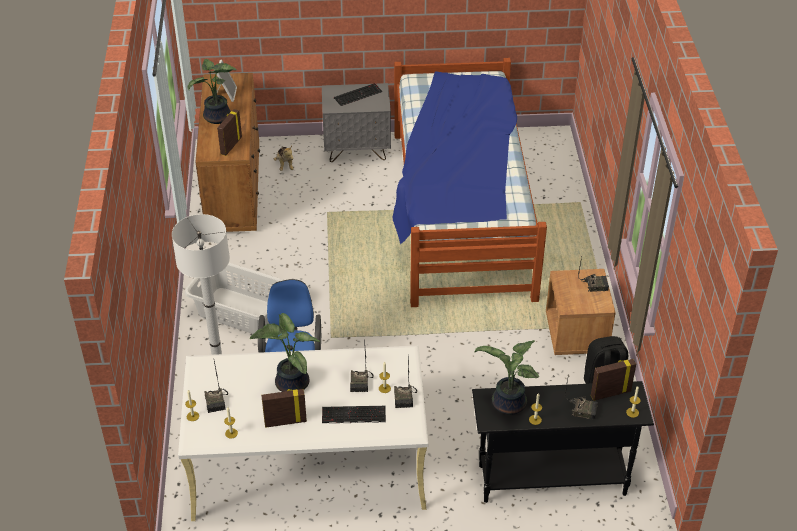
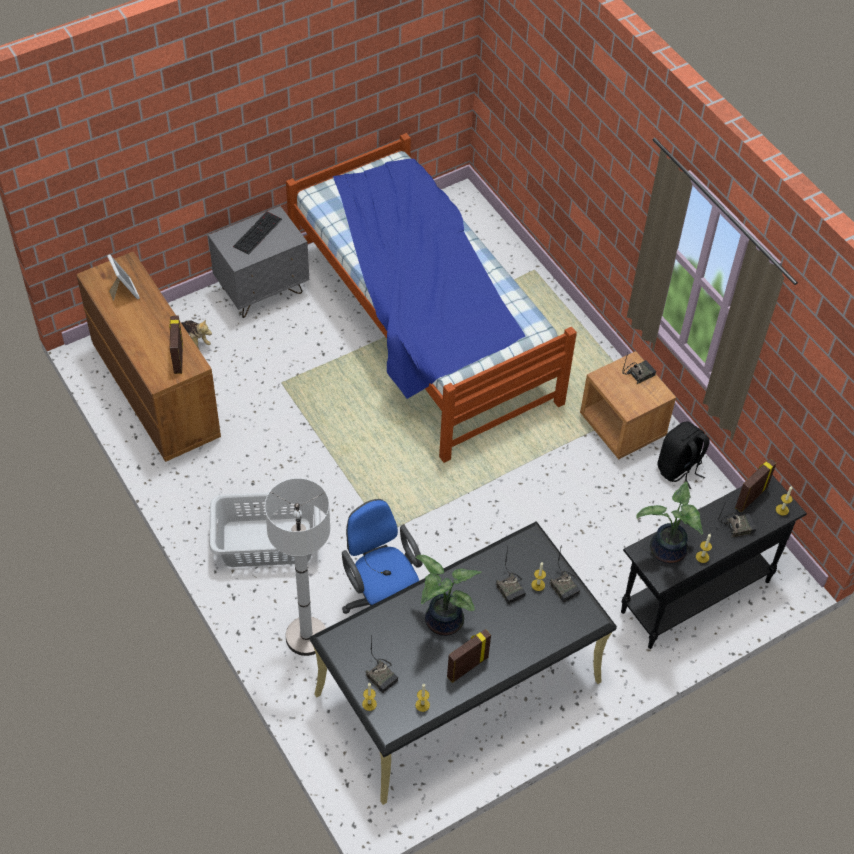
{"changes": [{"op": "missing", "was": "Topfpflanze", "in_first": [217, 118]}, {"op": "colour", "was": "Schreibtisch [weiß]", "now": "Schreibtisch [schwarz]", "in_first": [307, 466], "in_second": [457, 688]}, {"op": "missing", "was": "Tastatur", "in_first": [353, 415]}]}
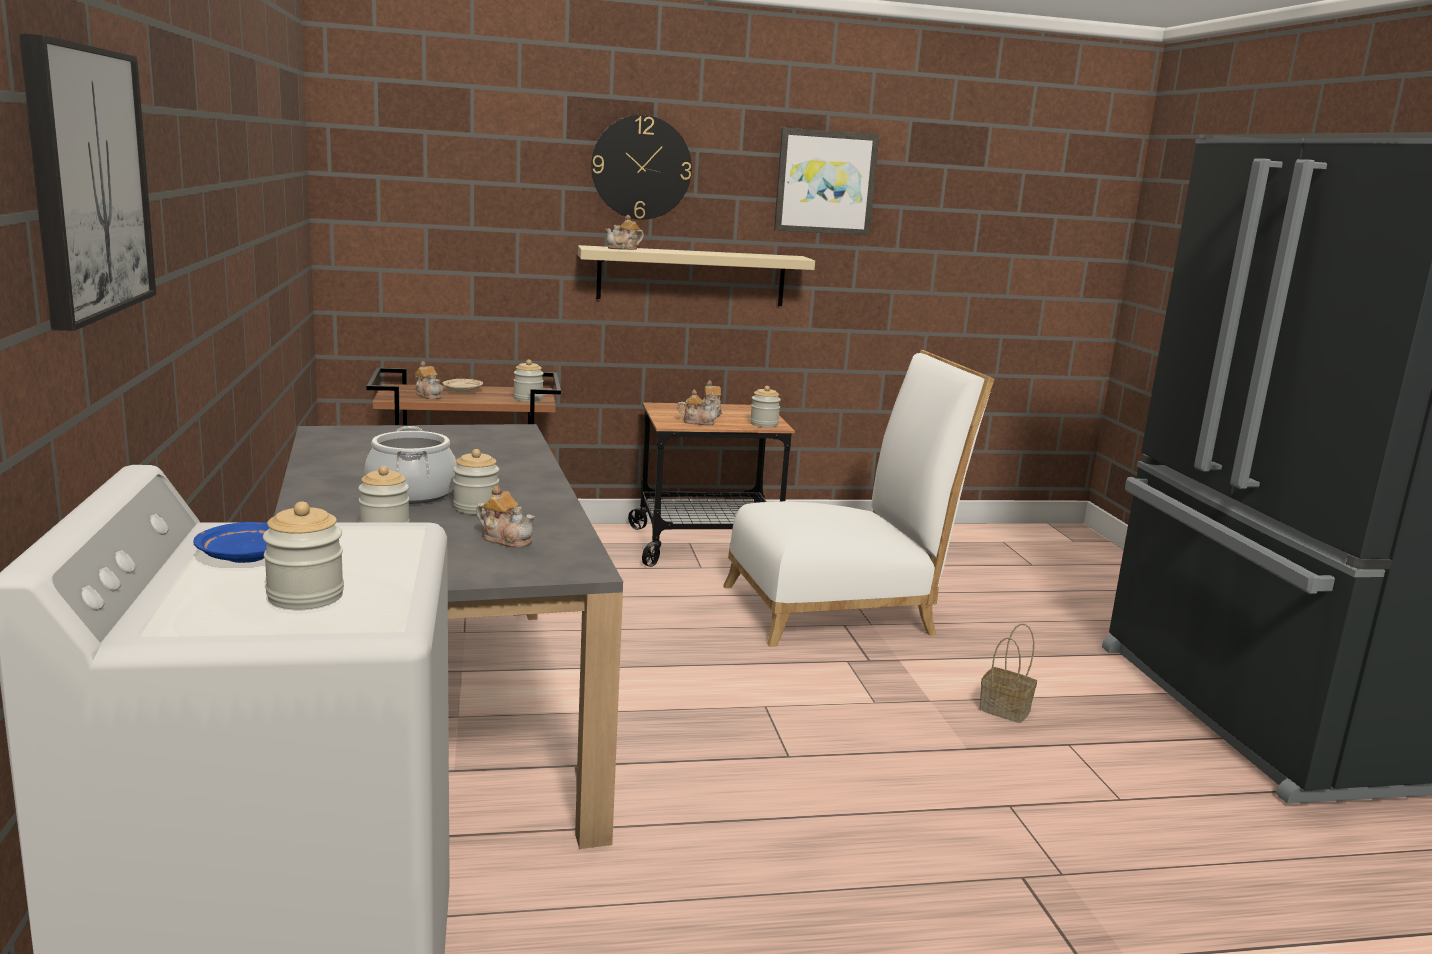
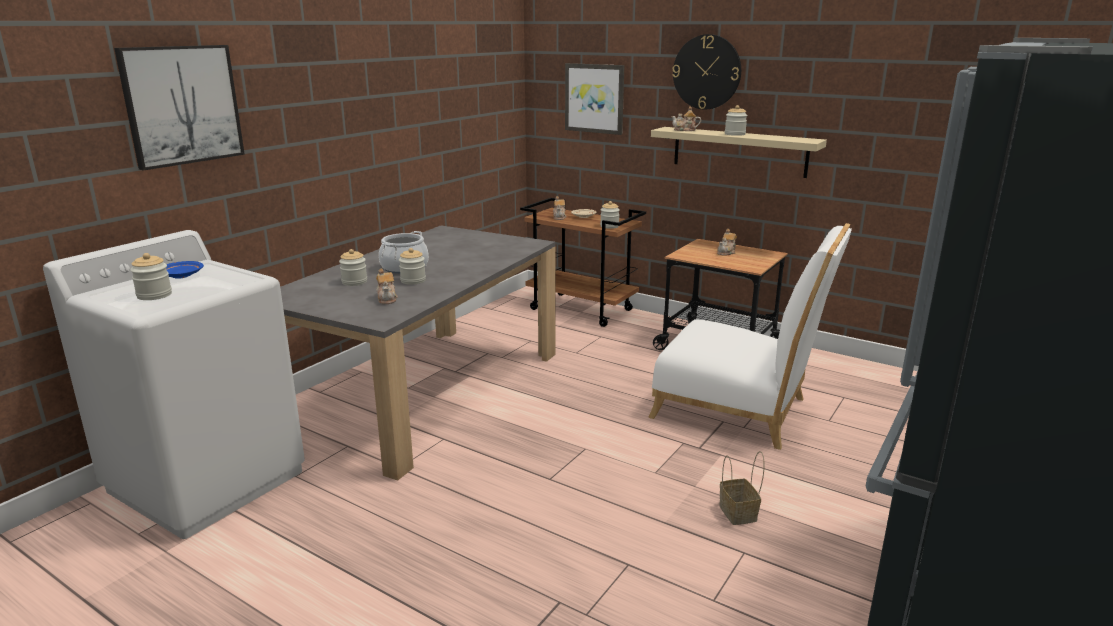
{"changes": [{"op": "relocated", "was": "Bild", "in_first": [825, 182], "in_second": [594, 98]}, {"op": "relocated", "was": "Vorratsglas", "in_first": [764, 424], "in_second": [735, 134]}, {"op": "missing", "was": "Teekanne", "in_first": [698, 422]}]}
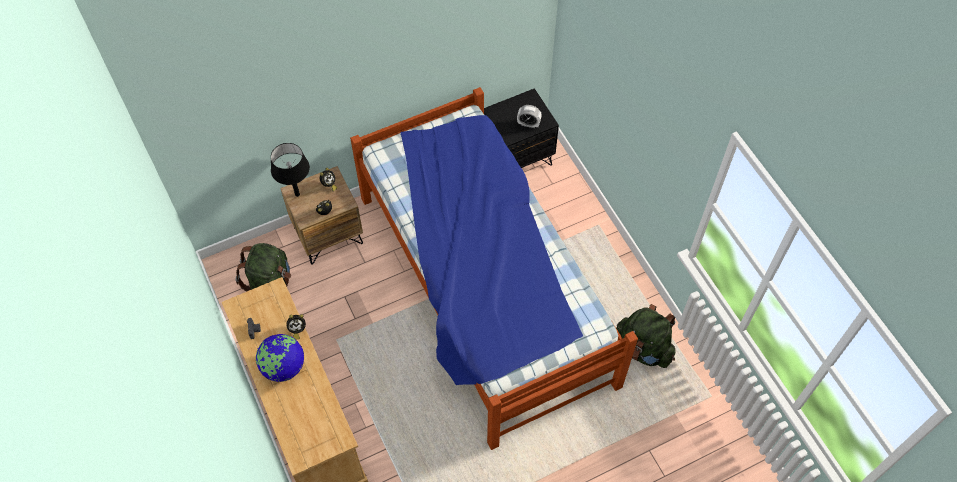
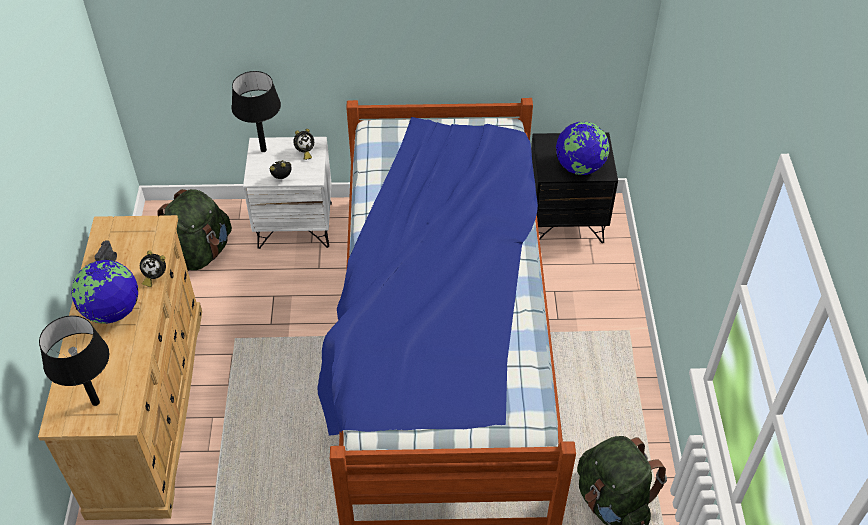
{"changes": [{"op": "exchanged", "was": "Wecker", "now": "Globus", "in_first": [528, 124], "in_second": [580, 167]}, {"op": "colour", "was": "Nachttisch [braun]", "now": "Nachttisch [weiß]", "in_first": [328, 235], "in_second": [295, 225]}, {"op": "appeared", "now": "Tischlampe [schwarz]", "in_second": [95, 402]}]}
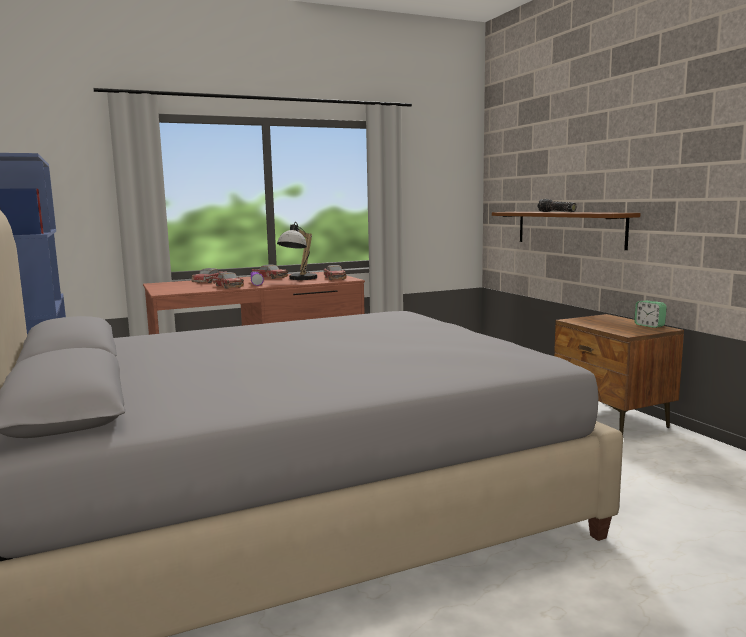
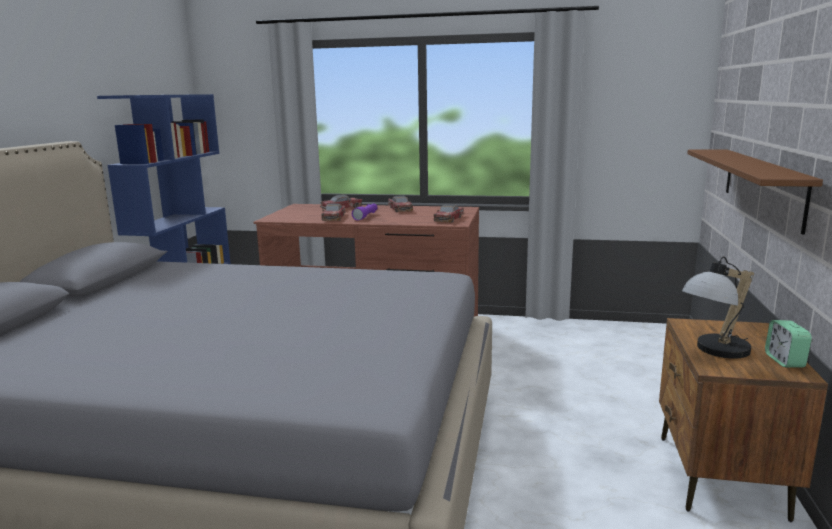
{"changes": [{"op": "missing", "was": "Taschenlampe", "in_first": [556, 212]}, {"op": "relocated", "was": "Tischlampe", "in_first": [299, 279], "in_second": [715, 352]}]}
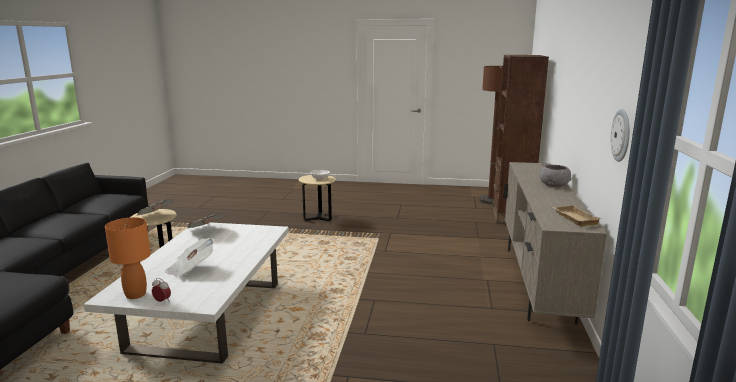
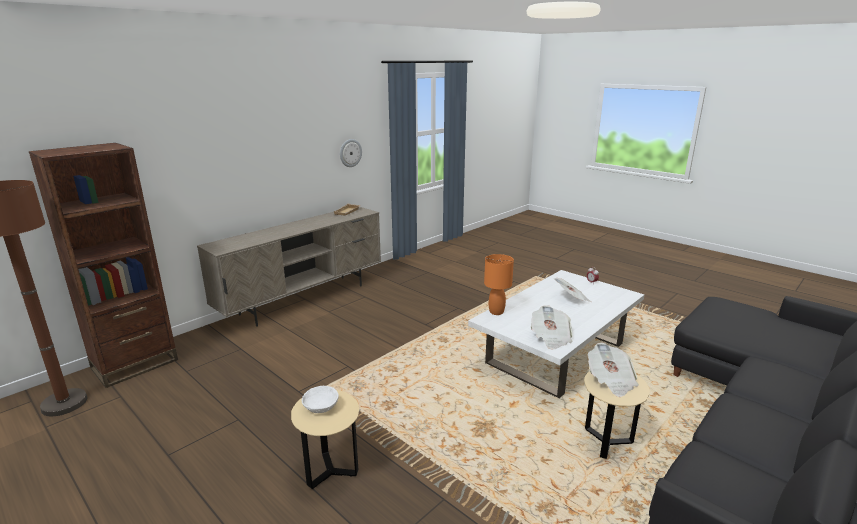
{"changes": [{"op": "missing", "was": "Schüssel [grau]", "in_first": [554, 185]}, {"op": "relocated", "was": "Tischlampe [orange]", "in_first": [136, 294], "in_second": [496, 312]}]}
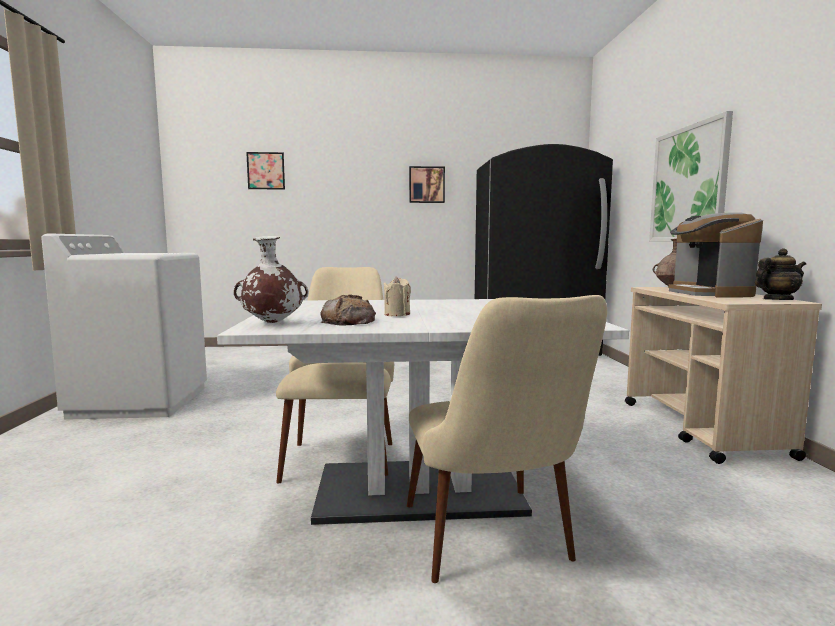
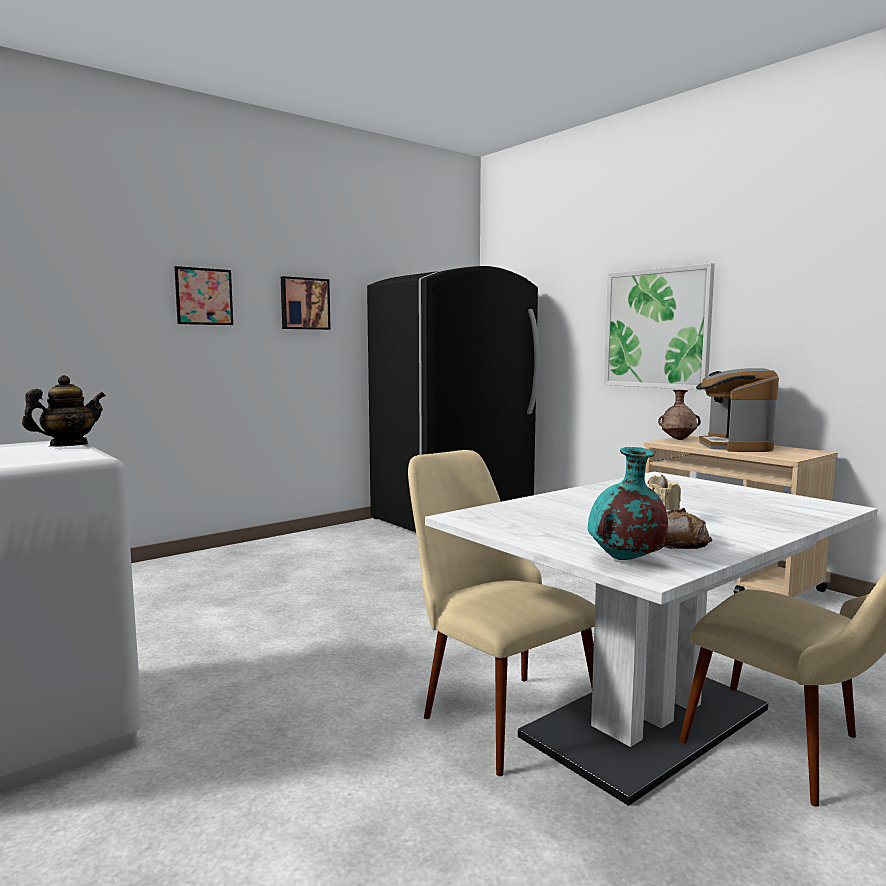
{"changes": [{"op": "relocated", "was": "Bild", "in_first": [266, 171], "in_second": [204, 296]}, {"op": "spun", "was": "Kaffeemaschine", "in_first": [709, 293], "in_second": [734, 446], "clockwise": 45}, {"op": "colour", "was": "Vase [weiß]", "now": "Vase [türkis]", "in_first": [272, 323], "in_second": [625, 560]}, {"op": "relocated", "was": "Teekanne", "in_first": [777, 300], "in_second": [68, 446]}]}
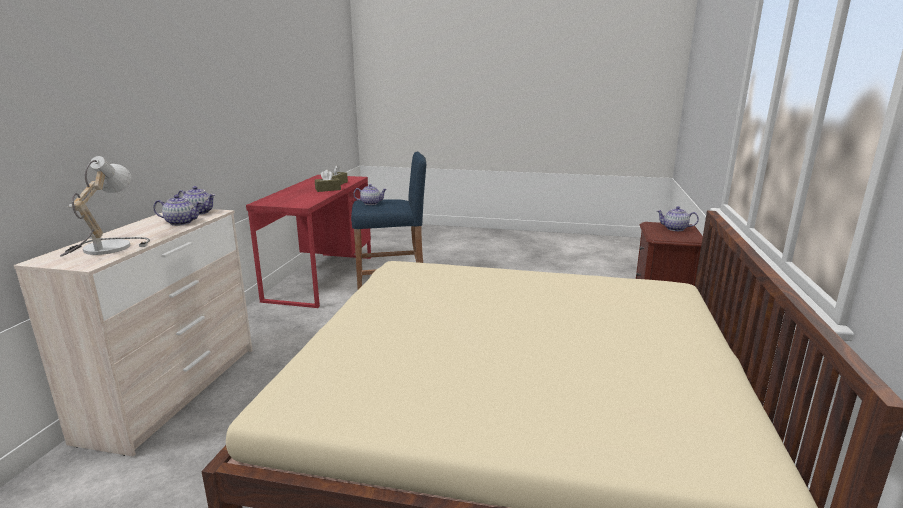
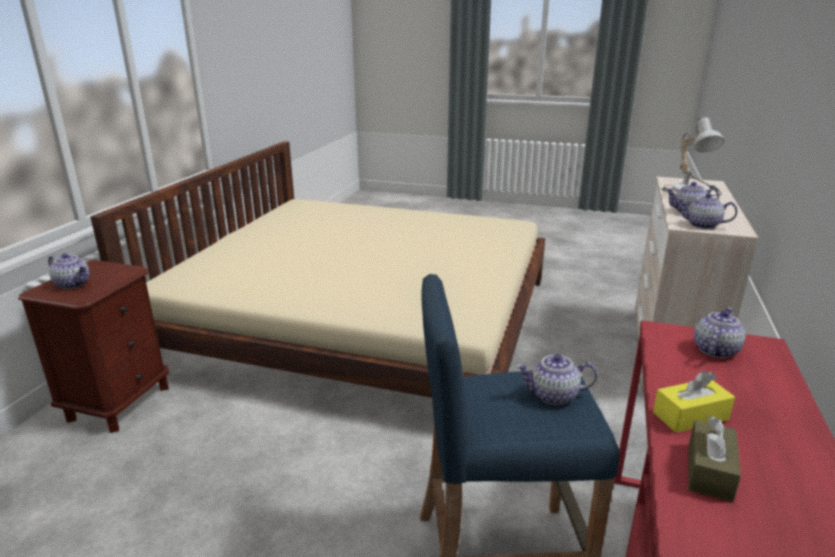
{"changes": [{"op": "colour", "was": "Taschentuchbox [braun]", "now": "Taschentuchbox [gelb]", "in_first": [328, 189], "in_second": [690, 416]}, {"op": "appeared", "now": "Teekanne", "in_second": [714, 350]}]}
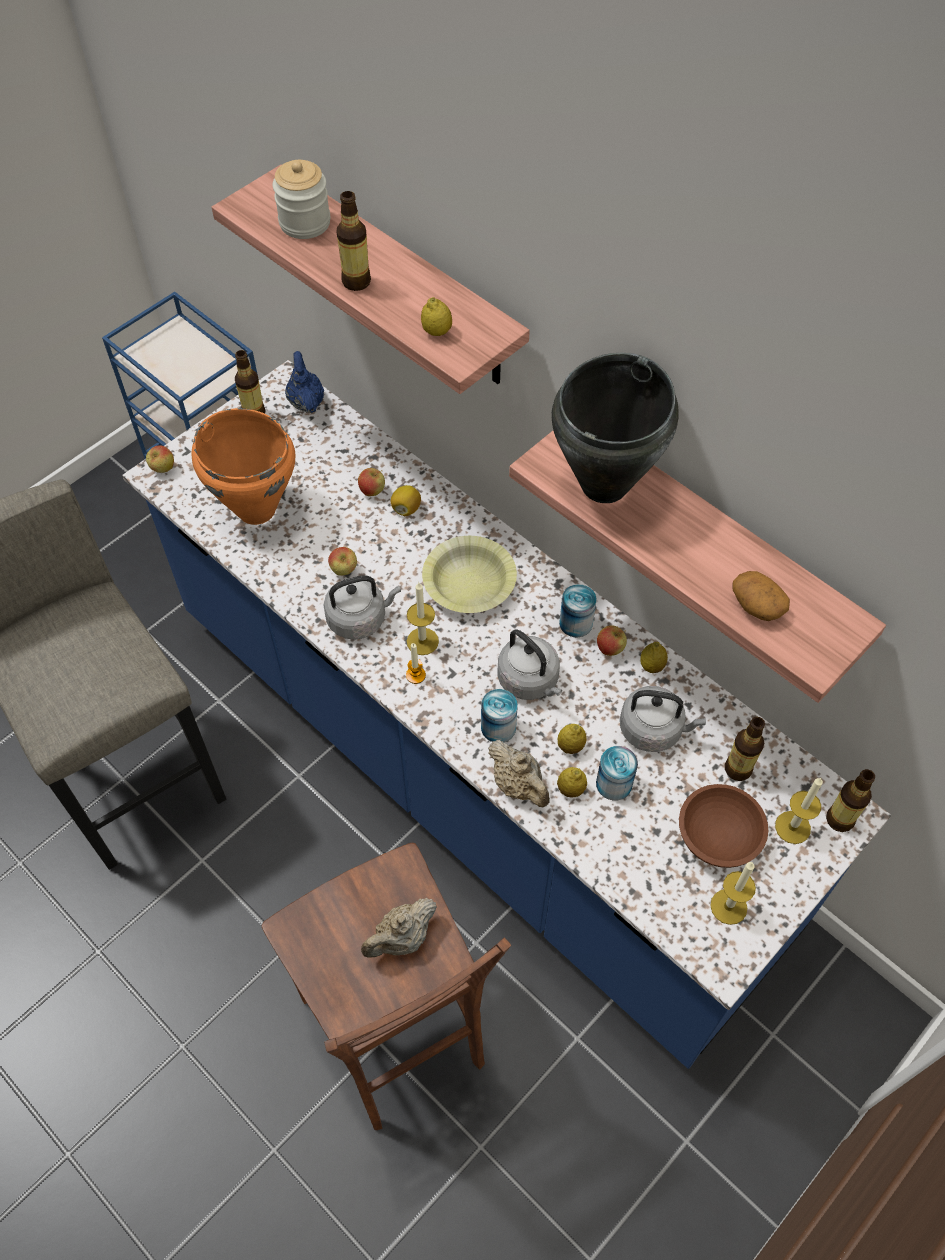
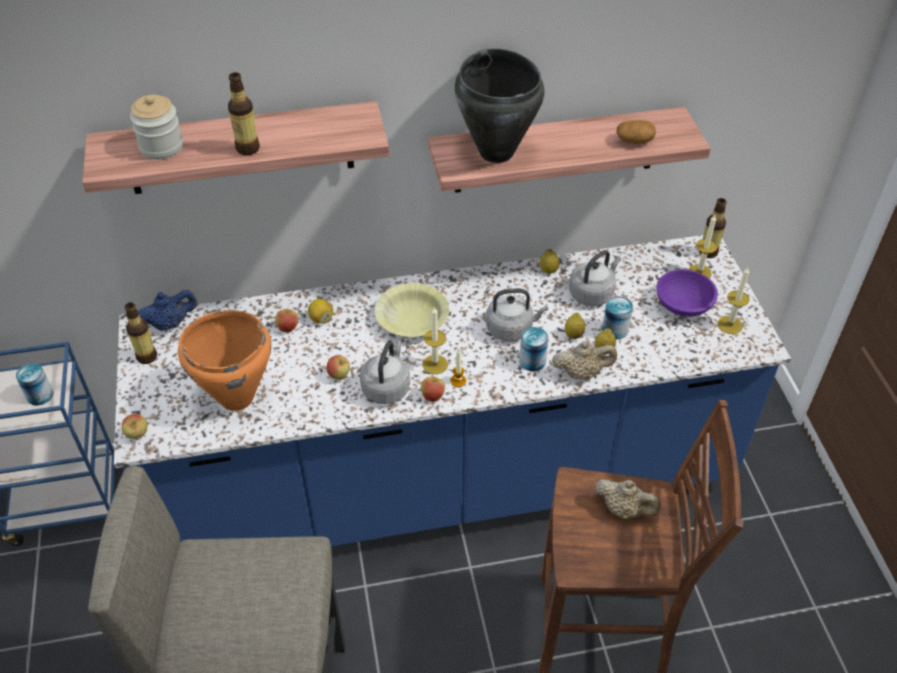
{"changes": [{"op": "missing", "was": "Zitrone", "in_first": [437, 331]}, {"op": "spun", "was": "Teekanne [blau]", "in_first": [306, 402], "in_second": [170, 323], "clockwise": 135}, {"op": "relocated", "was": "Dose", "in_first": [575, 623], "in_second": [40, 395]}, {"op": "relocated", "was": "Apfel", "in_first": [610, 649], "in_second": [433, 396]}, {"op": "missing", "was": "Flasche", "in_first": [738, 769]}, {"op": "colour", "was": "Schüssel [braun]", "now": "Schüssel [lila]", "in_first": [716, 836], "in_second": [682, 305]}, {"op": "spun", "was": "Teekanne [beige]", "in_first": [401, 939], "in_second": [624, 510], "clockwise": -60}]}
